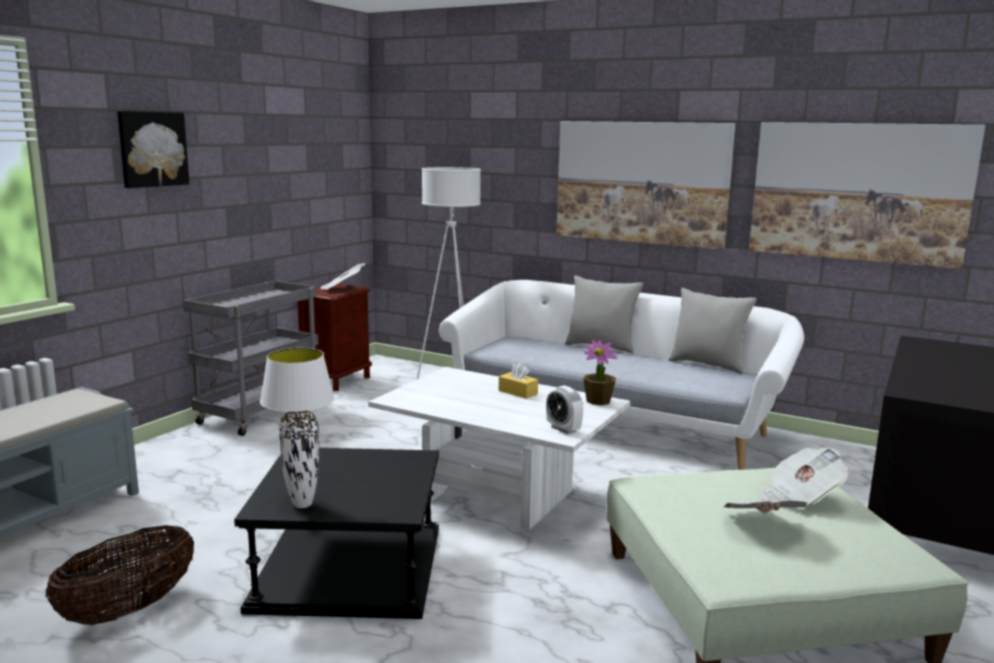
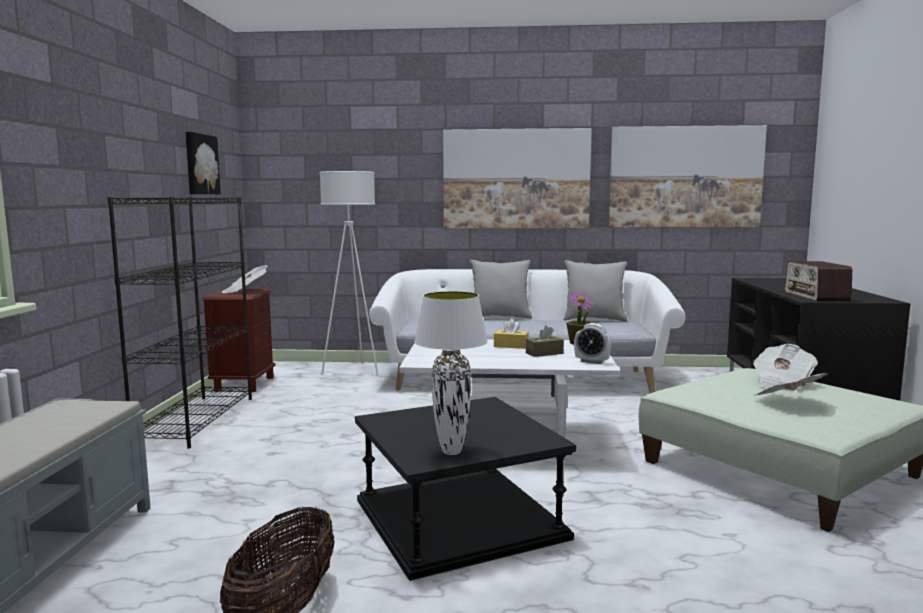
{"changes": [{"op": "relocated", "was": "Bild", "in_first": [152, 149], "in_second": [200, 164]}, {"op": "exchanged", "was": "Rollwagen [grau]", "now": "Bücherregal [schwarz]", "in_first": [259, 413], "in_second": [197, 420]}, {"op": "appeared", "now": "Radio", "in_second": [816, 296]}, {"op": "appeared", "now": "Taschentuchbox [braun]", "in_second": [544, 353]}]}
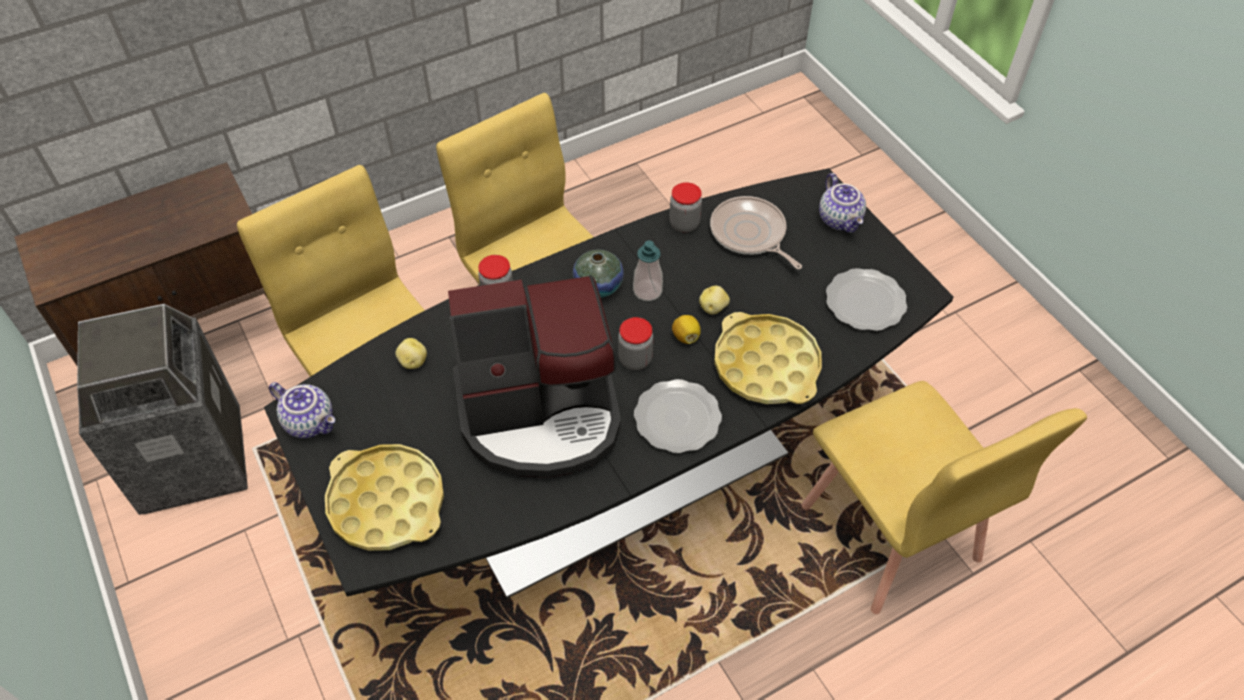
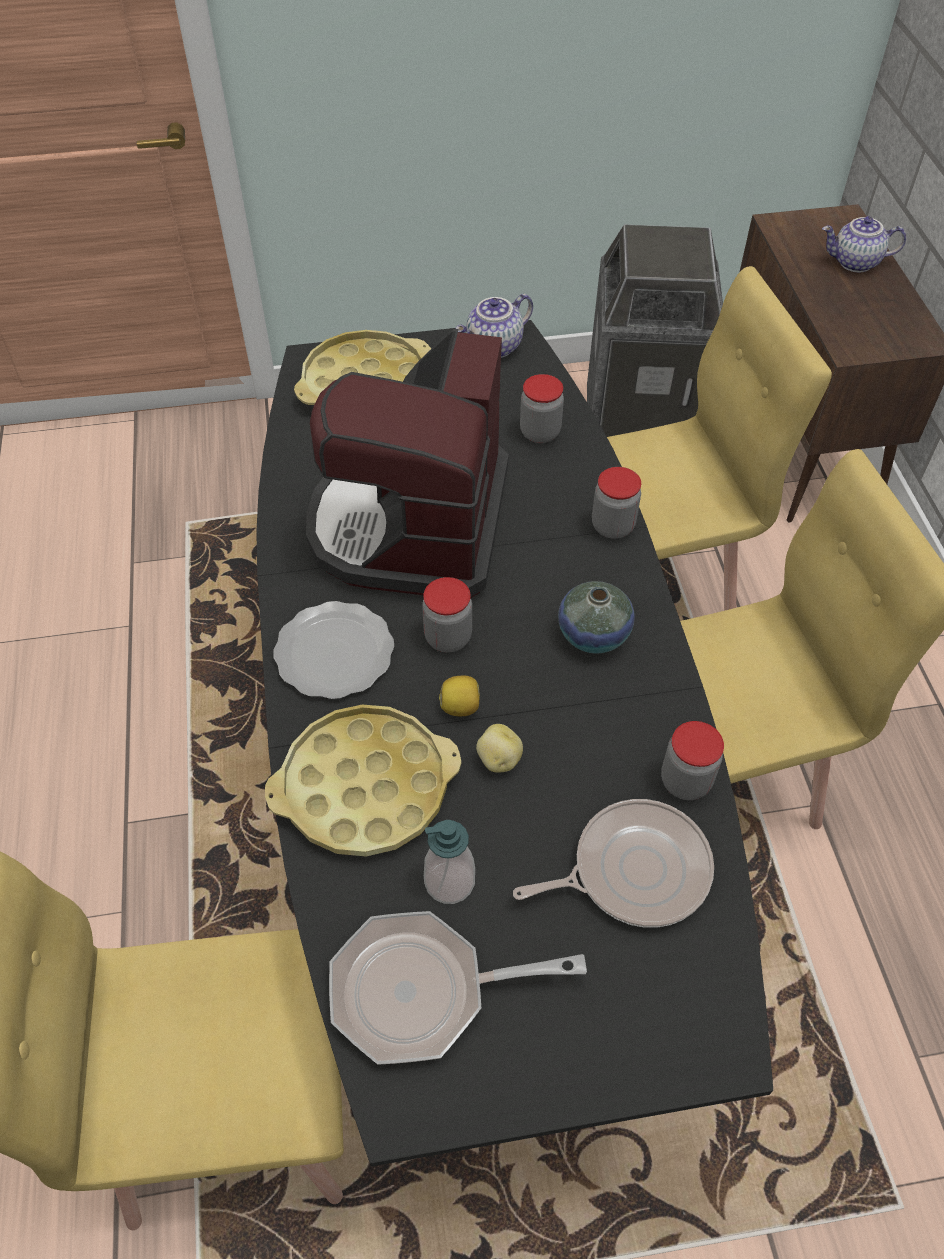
{"changes": [{"op": "relocated", "was": "Teekanne", "in_first": [840, 220], "in_second": [855, 263]}, {"op": "relocated", "was": "Seifenspender", "in_first": [647, 290], "in_second": [449, 881]}, {"op": "exchanged", "was": "Teller", "now": "Pfanne", "in_first": [865, 301], "in_second": [422, 991]}, {"op": "exchanged", "was": "Kartoffel", "now": "Vorratsglas", "in_first": [412, 362], "in_second": [540, 432]}]}
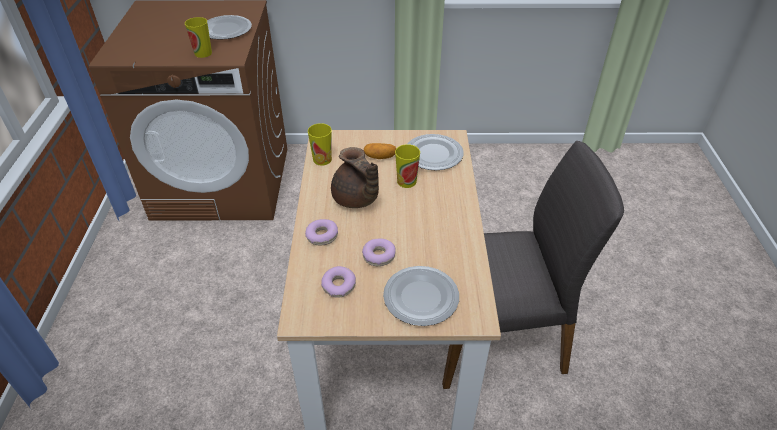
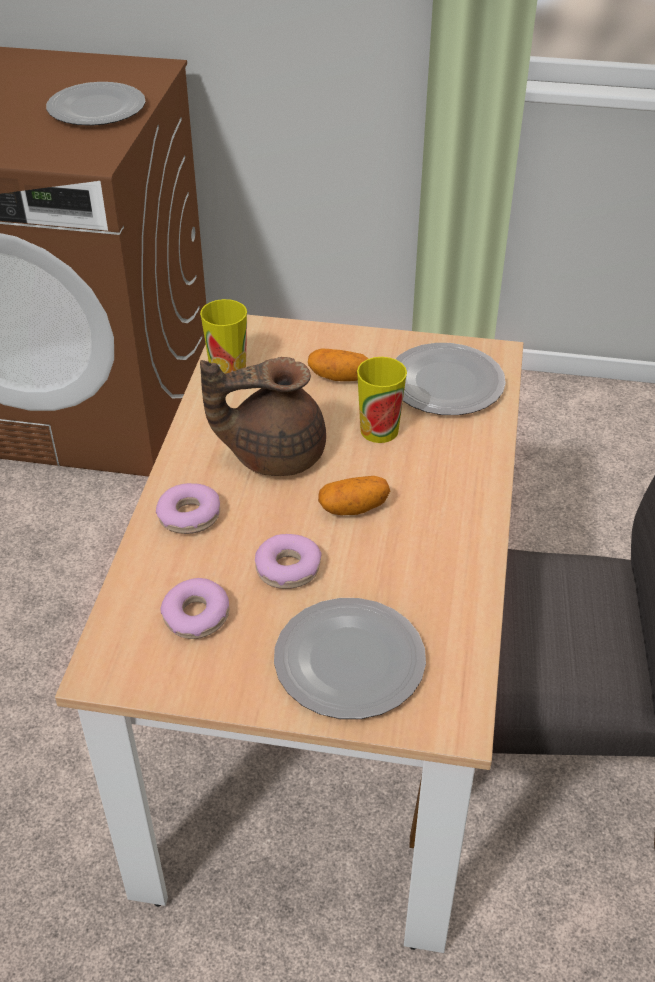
{"changes": [{"op": "missing", "was": "Tasse", "in_first": [203, 53]}, {"op": "spun", "was": "Teekanne [braun]", "in_first": [356, 199], "in_second": [273, 453], "clockwise": 105}, {"op": "appeared", "now": "Kartoffel", "in_second": [353, 507]}]}
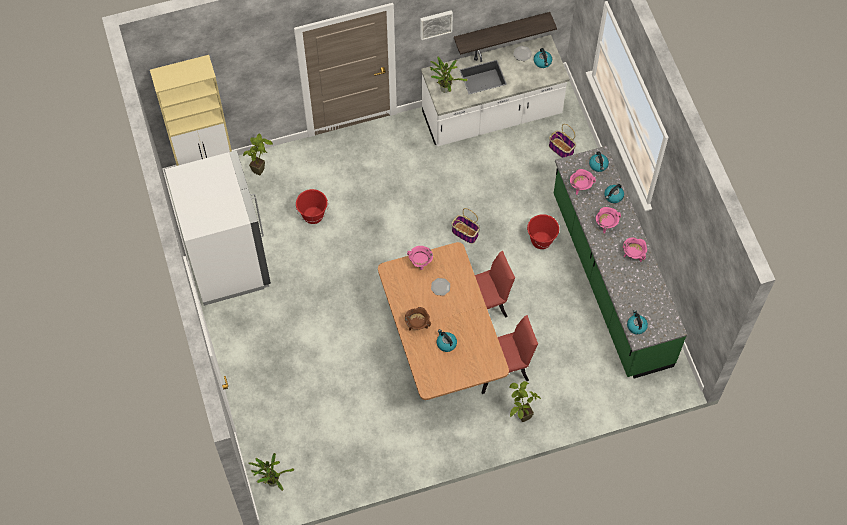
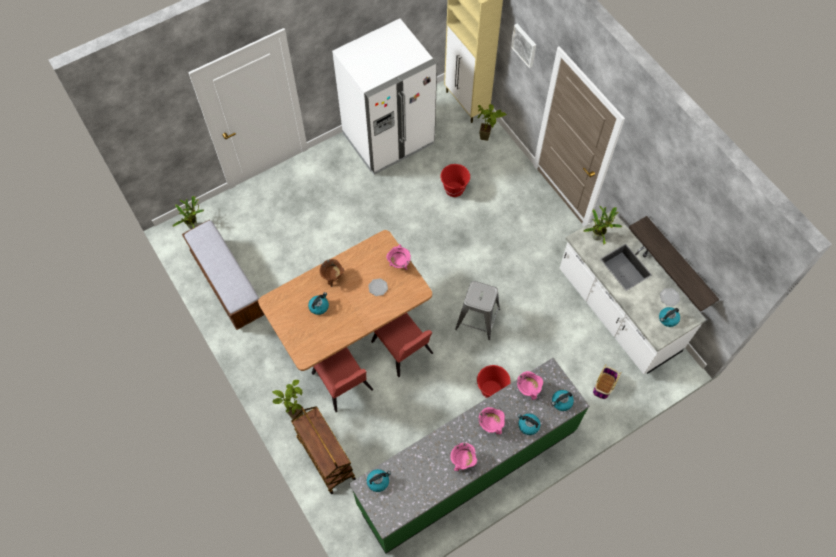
{"changes": [{"op": "relocated", "was": "Bild", "in_first": [435, 23], "in_second": [525, 45]}, {"op": "exchanged", "was": "Korb", "now": "Hocker [grau]", "in_first": [465, 233], "in_second": [477, 319]}, {"op": "appeared", "now": "Bank", "in_second": [227, 283]}, {"op": "appeared", "now": "Rollwagen [braun]", "in_second": [325, 457]}]}
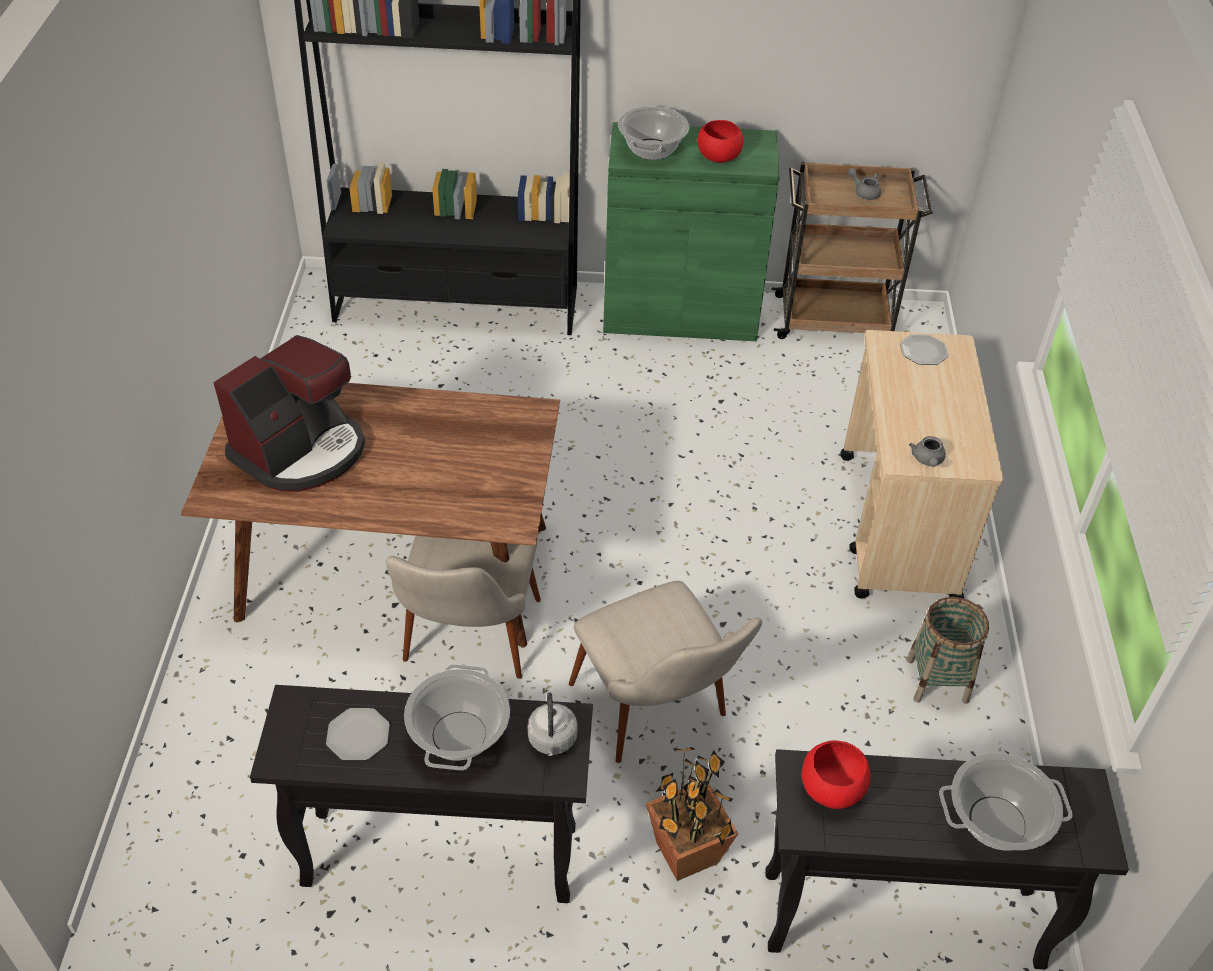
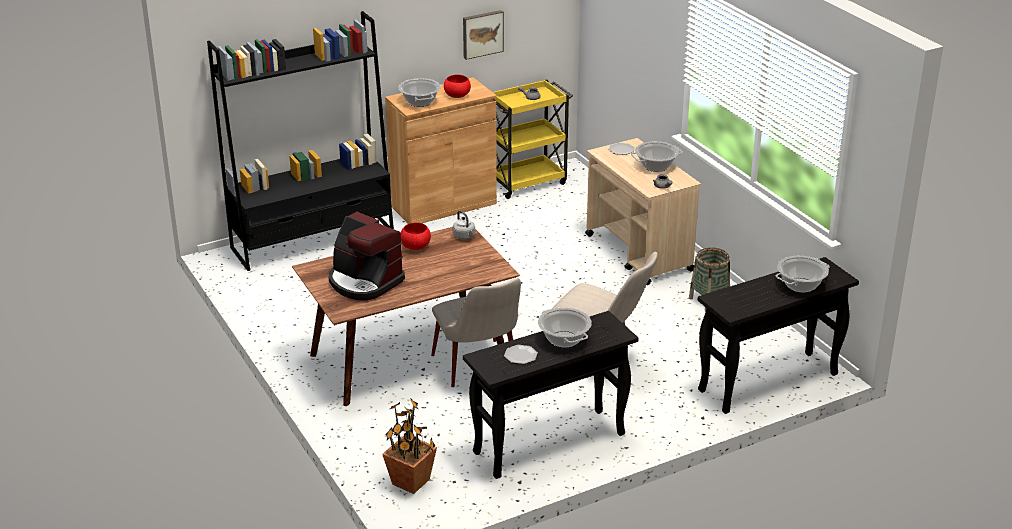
{"changes": [{"op": "colour", "was": "Schrank [grün]", "now": "Schrank [braun]", "in_first": [680, 313], "in_second": [443, 204]}, {"op": "colour", "was": "Rollwagen [braun]", "now": "Rollwagen [gelb]", "in_first": [835, 320], "in_second": [528, 182]}, {"op": "spun", "was": "Kaffeemaschine", "in_first": [301, 451], "in_second": [364, 282], "clockwise": 120}, {"op": "relocated", "was": "Wasserkessel [grau]", "in_first": [552, 741], "in_second": [464, 236]}, {"op": "relocated", "was": "Schüssel [rot]", "in_first": [831, 788], "in_second": [415, 246]}, {"op": "relocated", "was": "Topfpflanze", "in_first": [686, 854], "in_second": [410, 482]}, {"op": "appeared", "now": "Bild", "in_second": [482, 33]}, {"op": "appeared", "now": "Kochtopf", "in_second": [655, 166]}]}
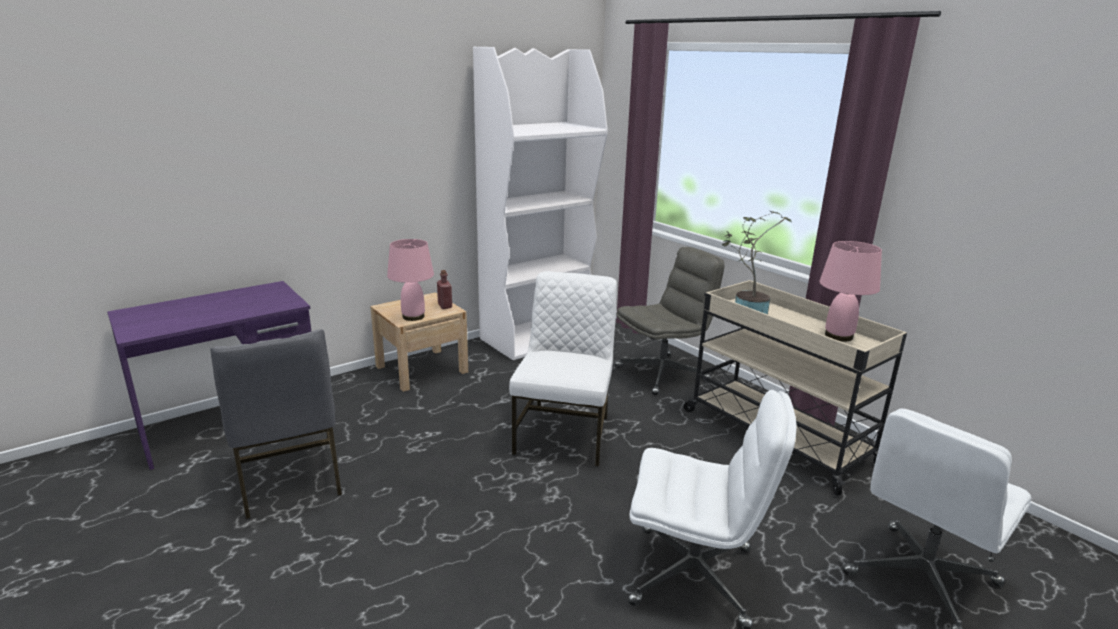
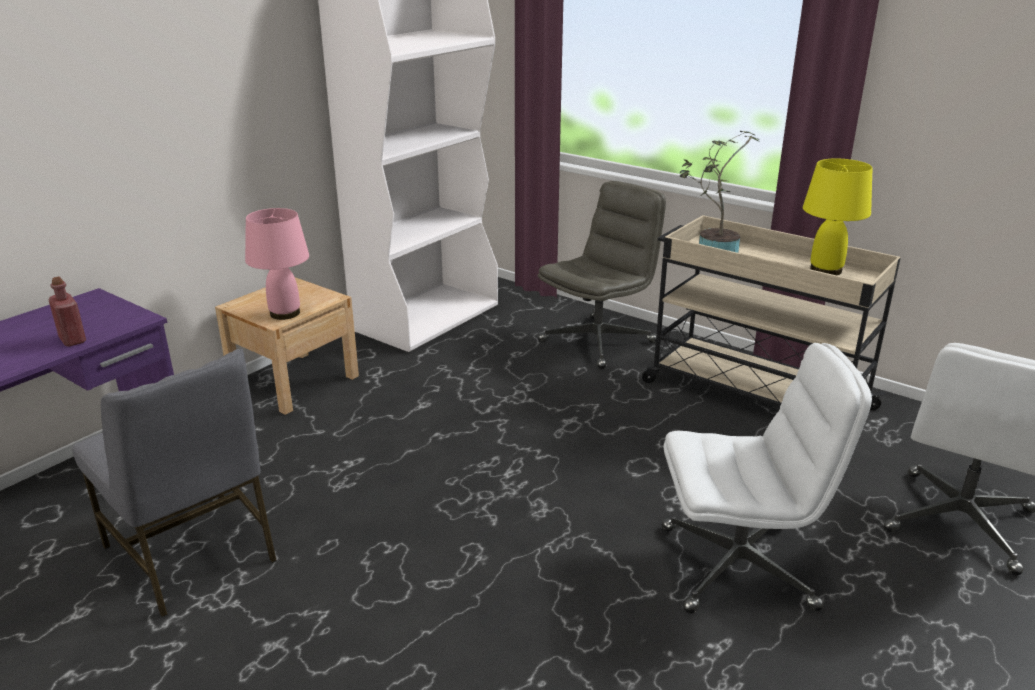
{"changes": [{"op": "colour", "was": "Tischlampe [rosa]", "now": "Tischlampe [gelb]", "in_first": [838, 336], "in_second": [826, 270]}, {"op": "relocated", "was": "Flasche [rot]", "in_first": [445, 306], "in_second": [72, 340]}, {"op": "missing", "was": "Stuhl [weiß]", "in_first": [565, 434]}]}
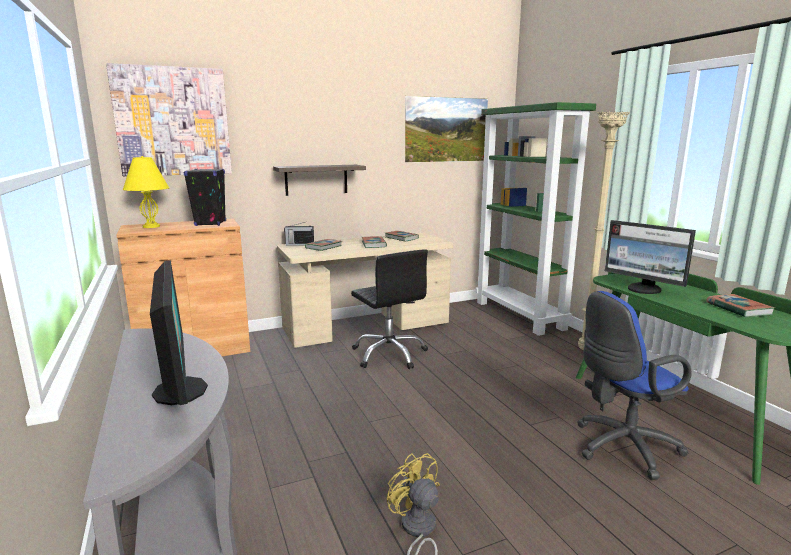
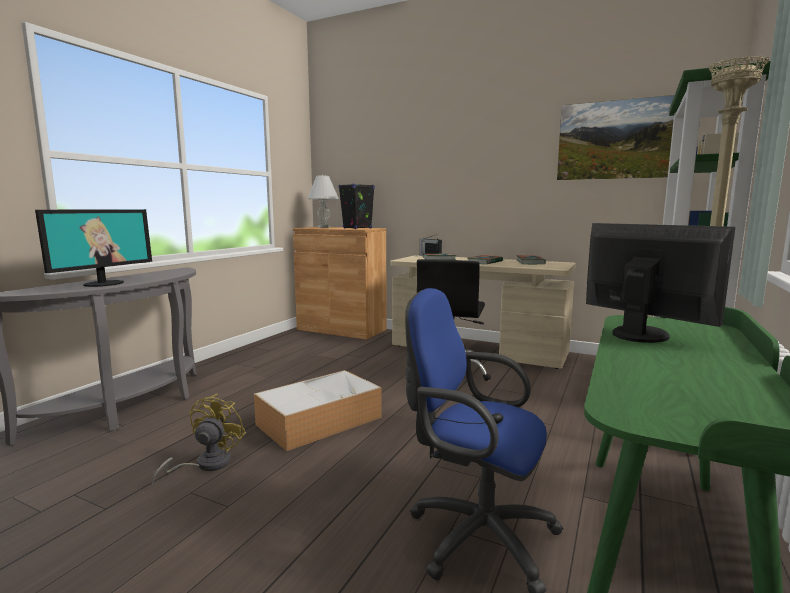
{"changes": [{"op": "missing", "was": "Bild", "in_first": [173, 122]}, {"op": "colour", "was": "Tischlampe [gelb]", "now": "Tischlampe [weiß]", "in_first": [151, 226], "in_second": [324, 227]}, {"op": "missing", "was": "Wandregal", "in_first": [316, 179]}, {"op": "spun", "was": "Monitor", "in_first": [644, 289], "in_second": [640, 334], "clockwise": 135}, {"op": "missing", "was": "Buch", "in_first": [738, 309]}, {"op": "appeared", "now": "Aufbewahrungsbox", "in_second": [320, 420]}]}
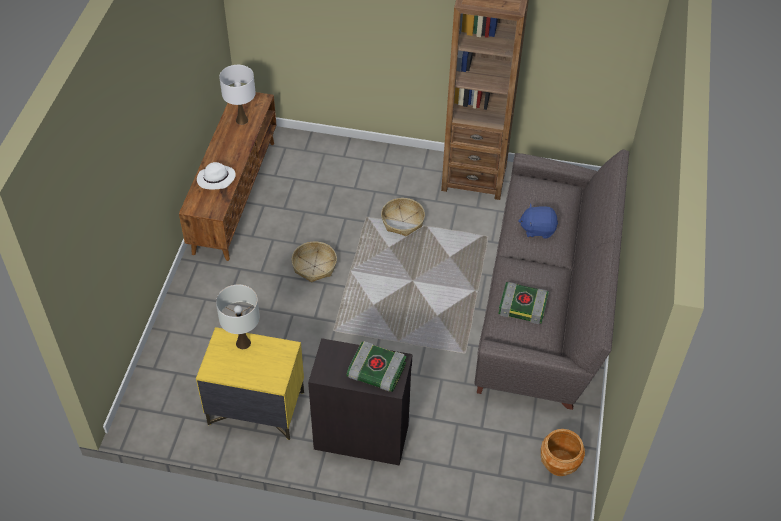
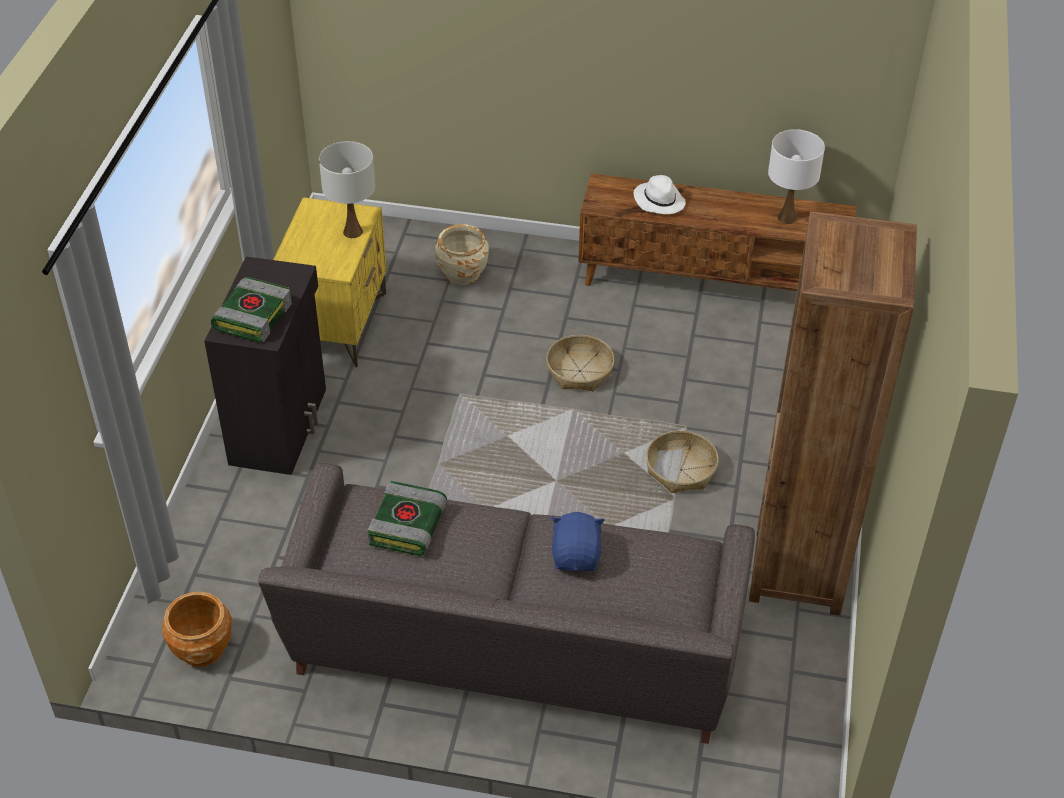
{"changes": [{"op": "appeared", "now": "Pflanzkübel [beige]", "in_second": [463, 273]}]}
